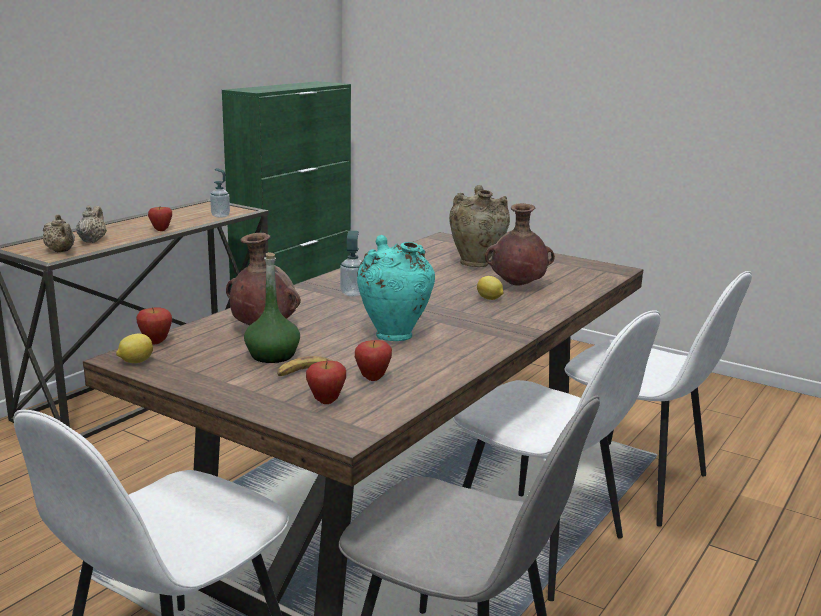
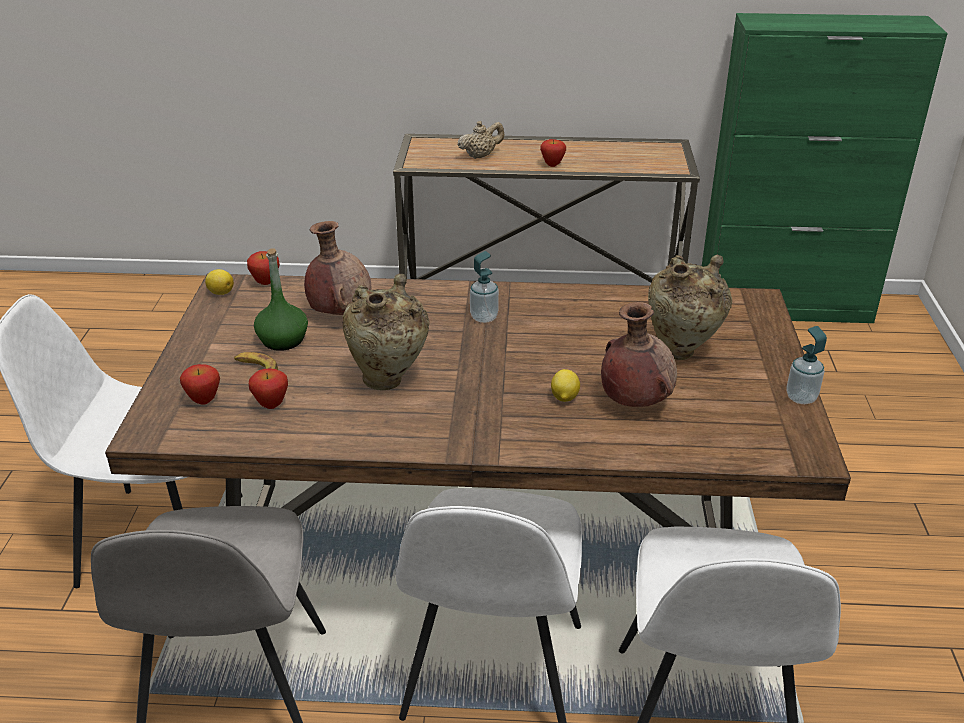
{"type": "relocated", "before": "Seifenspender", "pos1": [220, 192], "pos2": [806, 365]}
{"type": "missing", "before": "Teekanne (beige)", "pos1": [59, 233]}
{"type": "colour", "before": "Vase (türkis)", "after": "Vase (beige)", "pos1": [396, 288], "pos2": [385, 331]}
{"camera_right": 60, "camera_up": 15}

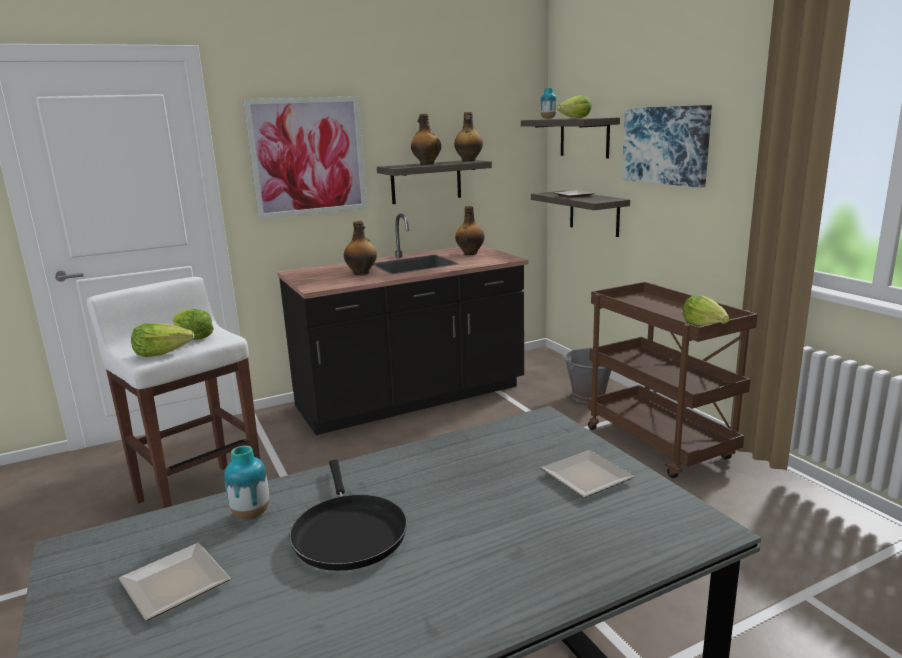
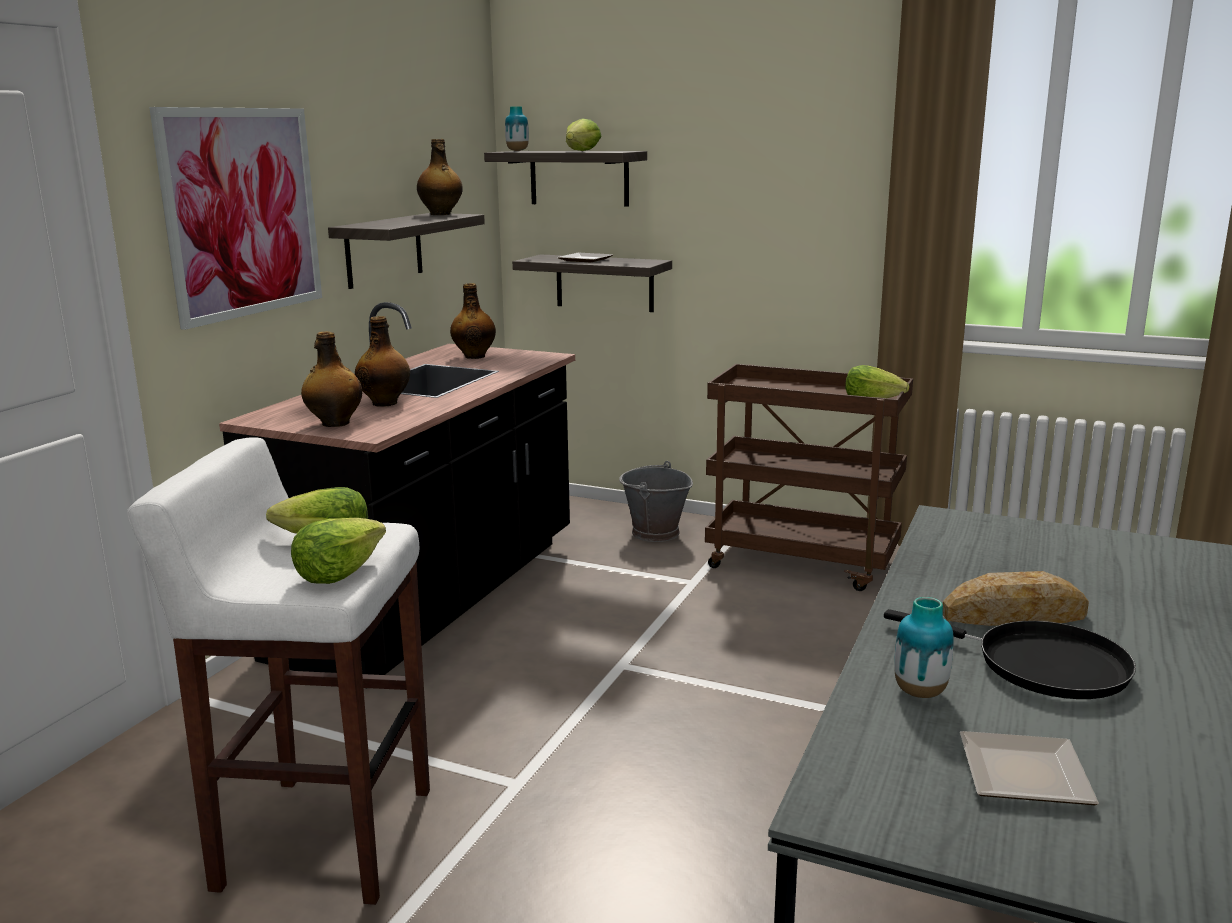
{"type": "missing", "before": "Bild", "pos1": [667, 146]}
{"type": "relocated", "before": "Flasche", "pos1": [426, 139], "pos2": [331, 379]}
{"type": "missing", "before": "Teller", "pos1": [588, 474]}
{"type": "appeared", "after": "Brot", "pos2": [1016, 598]}
{"camera_right": -40, "camera_up": 0}

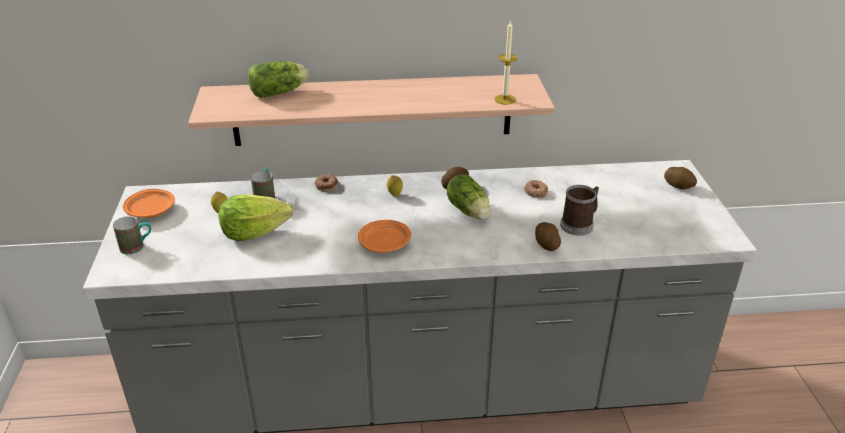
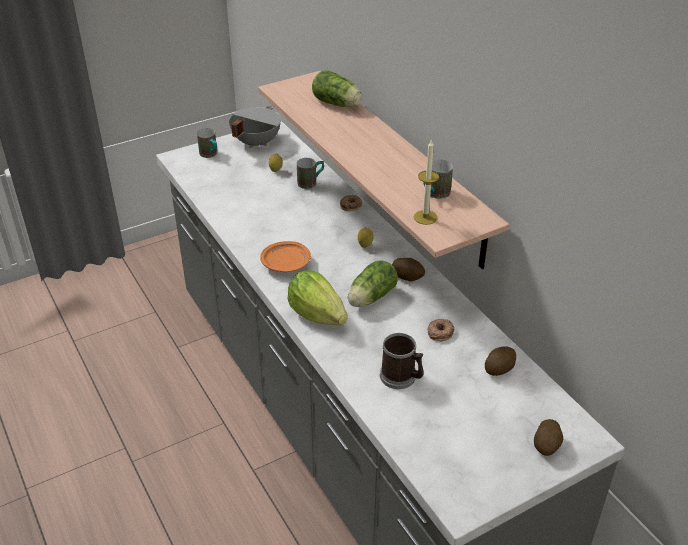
{"type": "exchanged", "before": "Teller (orange)", "after": "Kochtopf (grau)", "pos1": [149, 203], "pos2": [255, 126]}
{"type": "relocated", "before": "Salatkopf", "pos1": [256, 218], "pos2": [318, 297]}
{"type": "relocated", "before": "Kartoffel", "pos1": [548, 236], "pos2": [500, 361]}
{"type": "appeared", "after": "Henkelbecher", "pos2": [438, 179]}
{"camera_right": 65, "camera_up": 5}

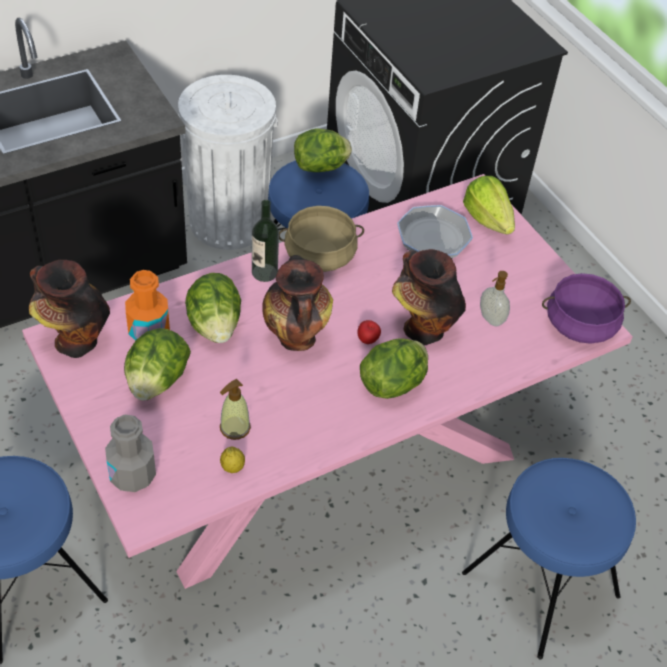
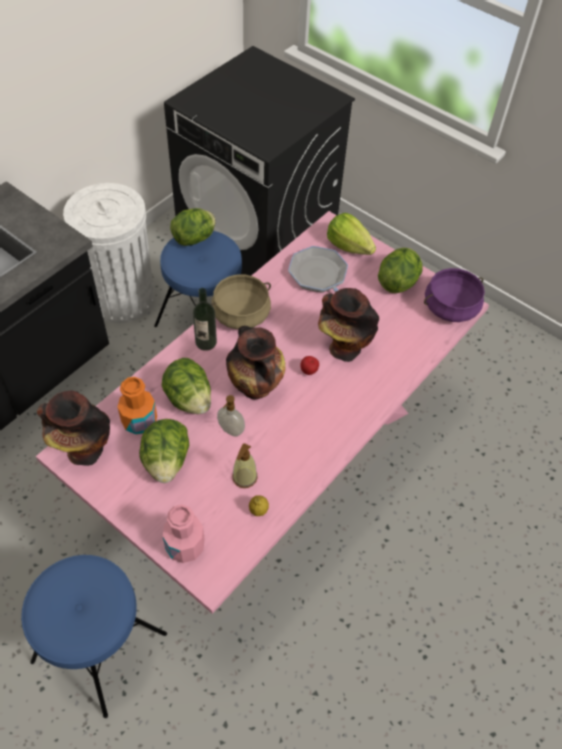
{"type": "relocated", "before": "Seifenspender", "pos1": [495, 299], "pos2": [231, 415]}
{"type": "relocated", "before": "Salatkopf", "pos1": [394, 368], "pos2": [400, 270]}
{"type": "colour", "before": "Flasche (grau)", "after": "Flasche (rosa)", "pos1": [130, 453], "pos2": [184, 533]}
{"type": "missing", "before": "Hocker (blau)", "pos1": [549, 558]}
{"camera_right": -20, "camera_up": 5}

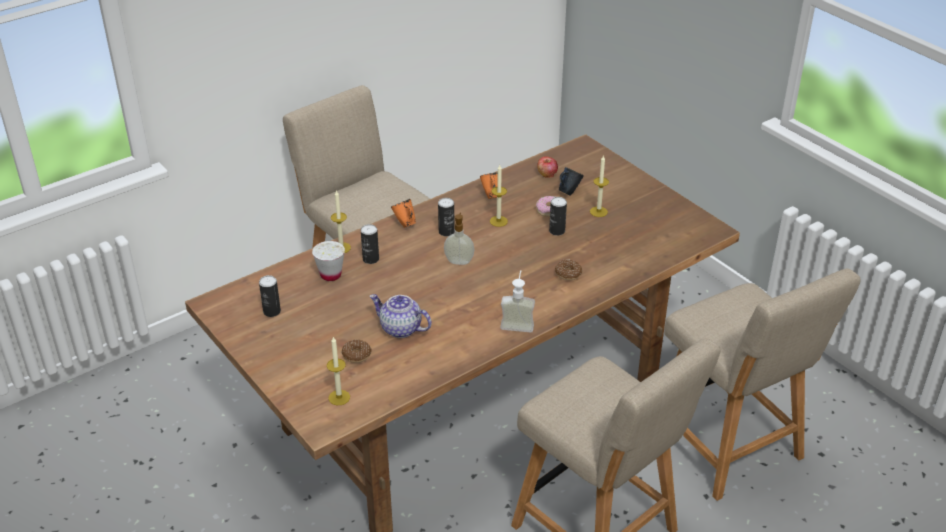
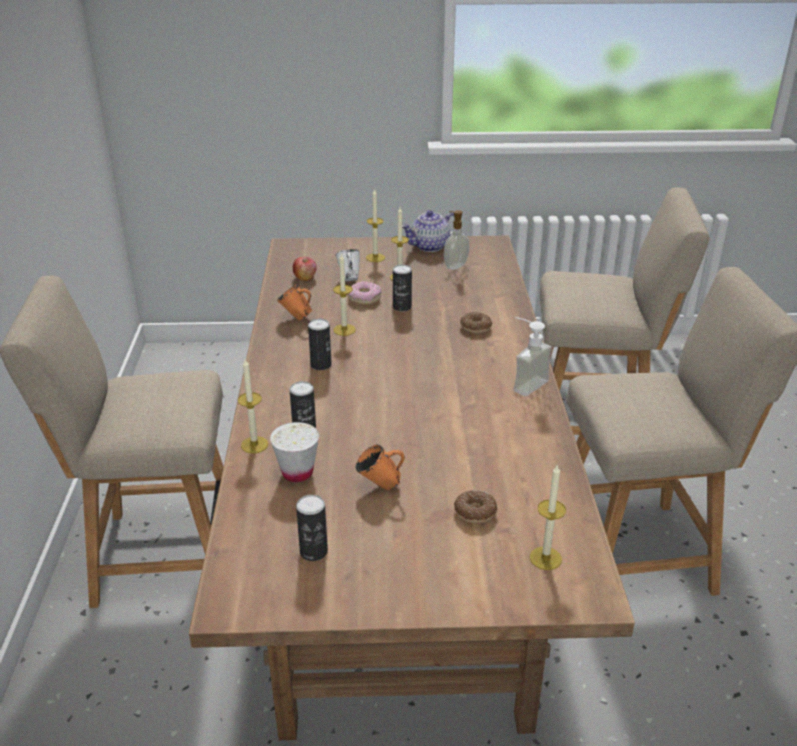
{"type": "colour", "before": "Henkelbecher (blau)", "after": "Henkelbecher (weiß)", "pos1": [571, 181], "pos2": [348, 265]}
{"type": "relocated", "before": "Henkelbecher (orange)", "pos1": [403, 213], "pos2": [380, 467]}
{"type": "relocated", "before": "Seifenspender", "pos1": [459, 239], "pos2": [456, 240]}
{"type": "relocated", "before": "Teekanne", "pos1": [401, 316], "pos2": [428, 231]}
{"type": "appeared", "after": "Kerze", "pos2": [375, 225]}
{"camera_right": -55, "camera_up": -5}

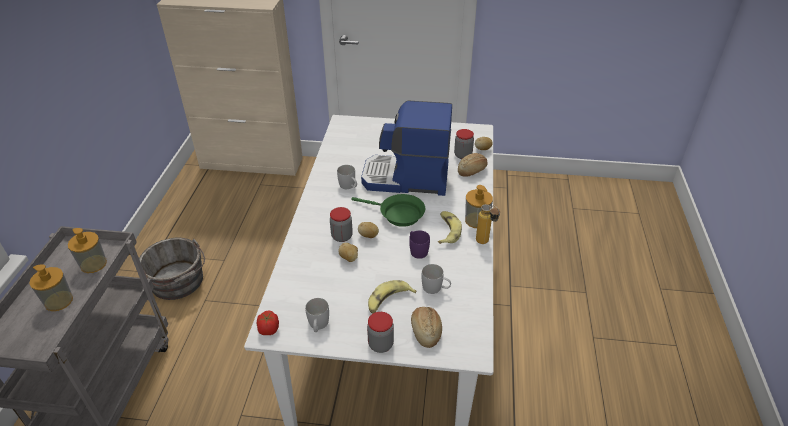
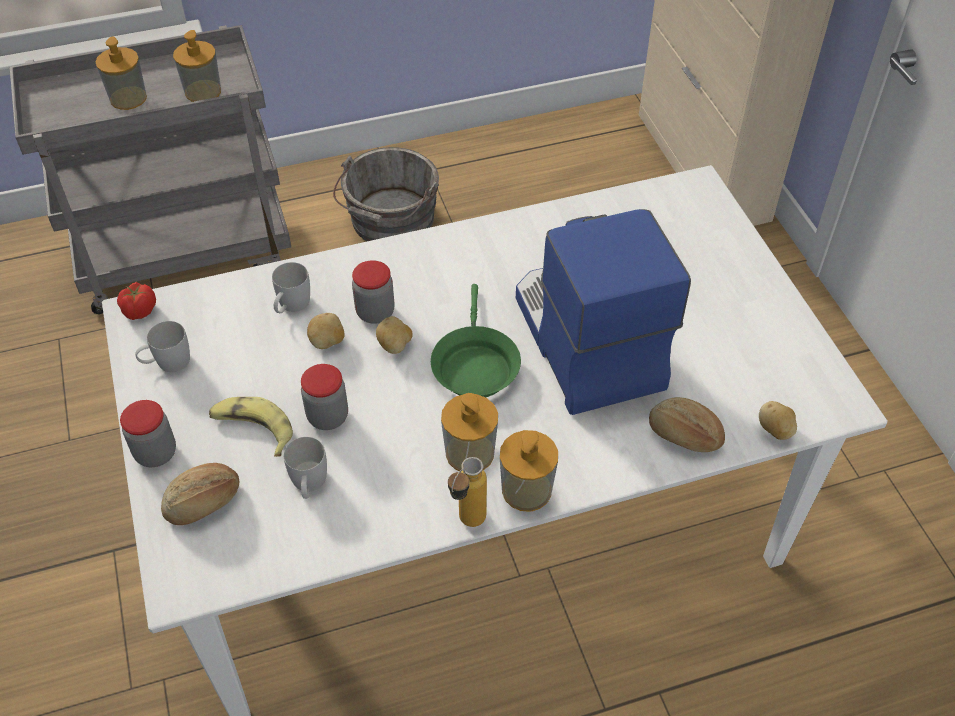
{"type": "relocated", "before": "Vorratsglas", "pos1": [464, 144], "pos2": [324, 397]}
{"type": "relocated", "before": "Henkelbecher (weiß)", "pos1": [347, 177], "pos2": [291, 287]}
{"type": "exchanged", "before": "Banane", "after": "Seifenspender", "pos1": [450, 227], "pos2": [469, 432]}
{"type": "missing", "before": "Henkelbecher (lila)", "pos1": [419, 244]}
{"camera_right": 65, "camera_up": 10}

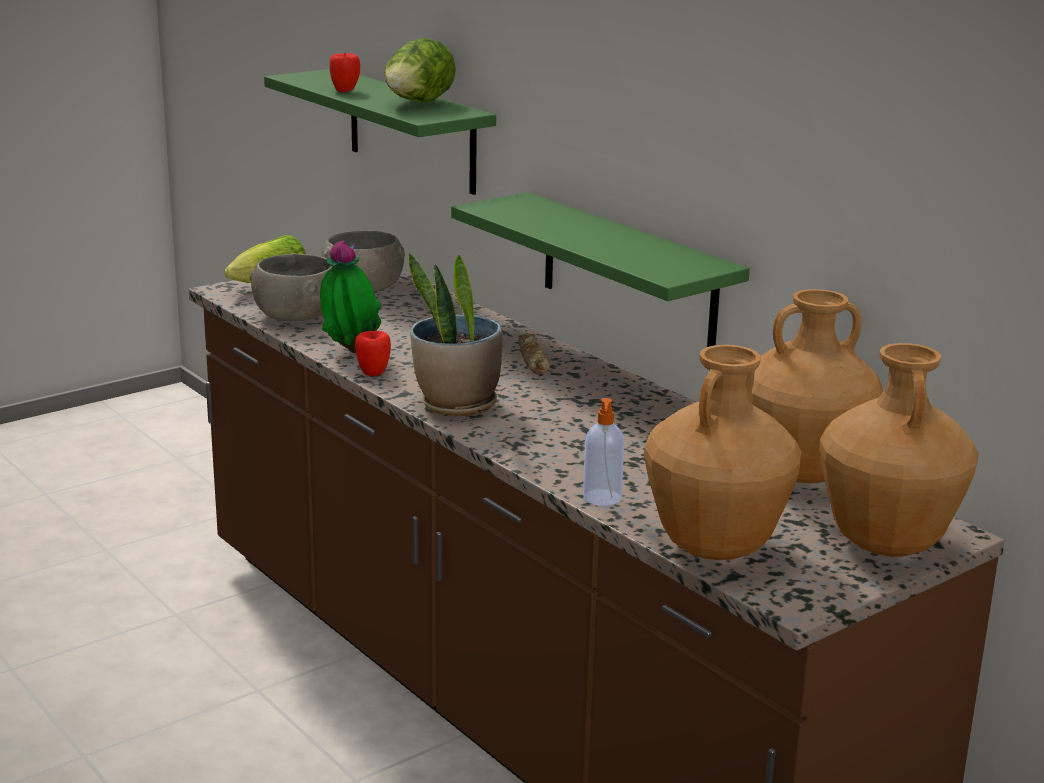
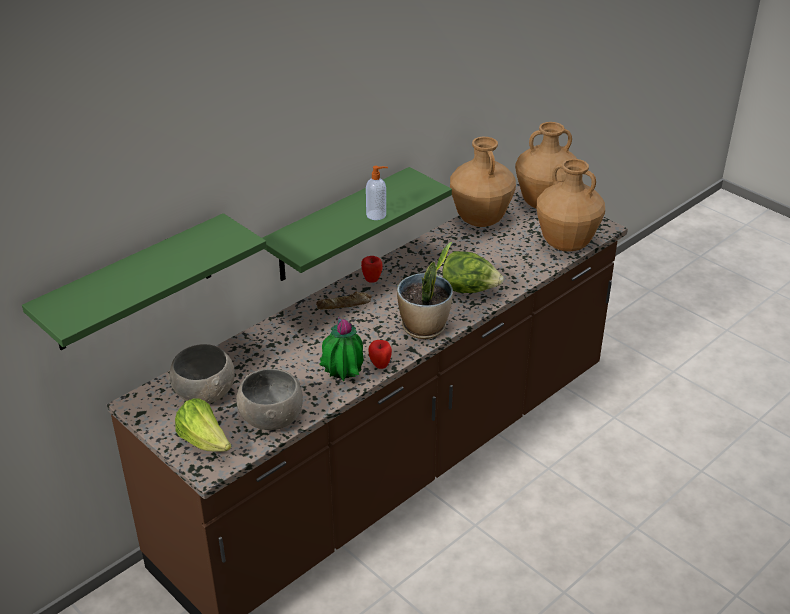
{"type": "relocated", "before": "Salatkopf", "pos1": [420, 70], "pos2": [473, 272]}
{"type": "relocated", "before": "Apfel", "pos1": [345, 72], "pos2": [372, 269]}
{"type": "relocated", "before": "Seifenspender", "pos1": [603, 452], "pos2": [377, 193]}
{"camera_right": -95, "camera_up": 15}

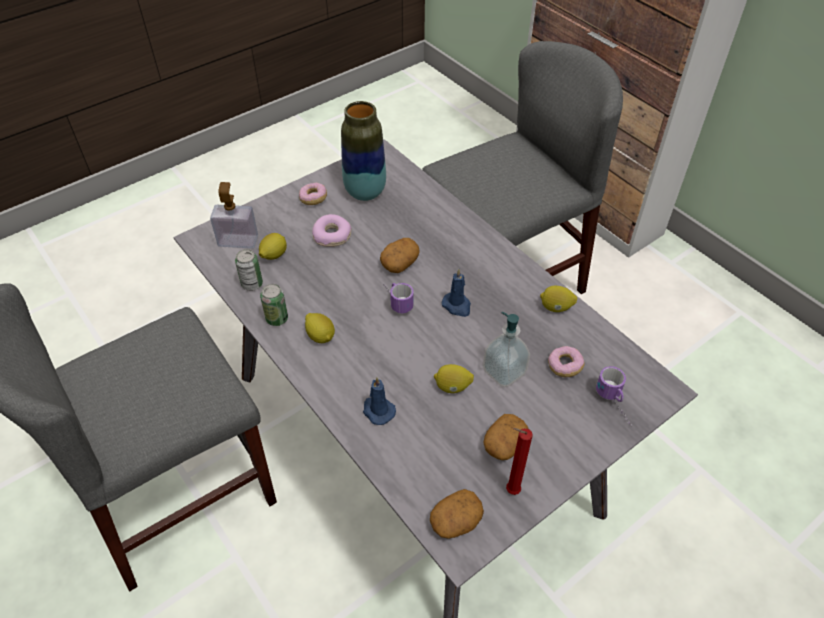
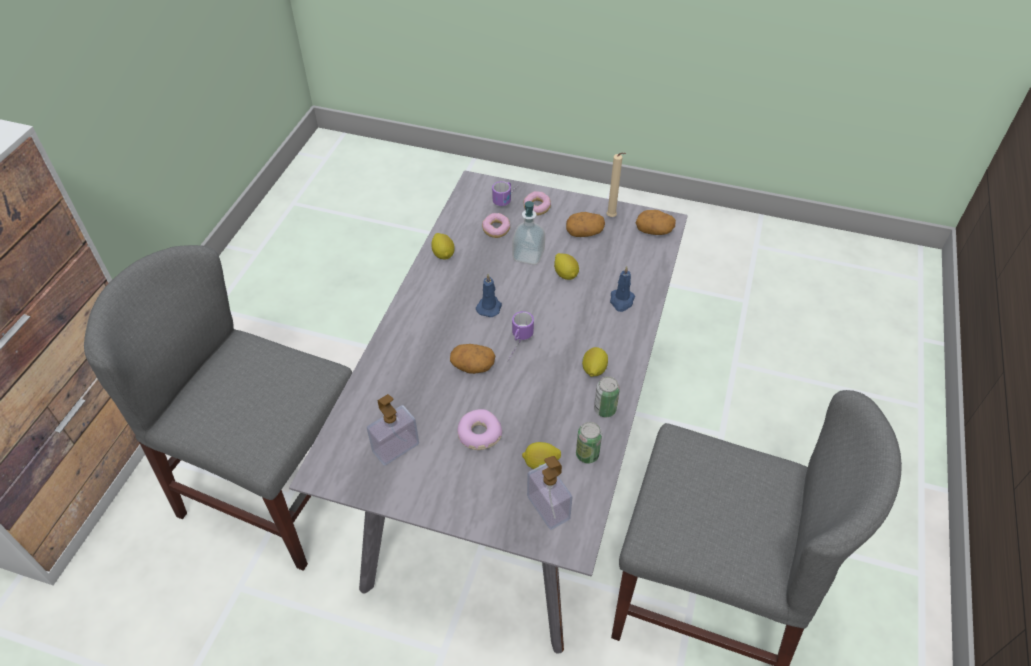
{"type": "exchanged", "before": "Vase", "after": "Seifenspender", "pos1": [363, 151], "pos2": [393, 430]}
{"type": "relocated", "before": "Donut", "pos1": [313, 194], "pos2": [537, 203]}
{"type": "colour", "before": "Kerze (rot)", "after": "Kerze (beige)", "pos1": [519, 461], "pos2": [616, 184]}
{"camera_right": -125, "camera_up": 0}

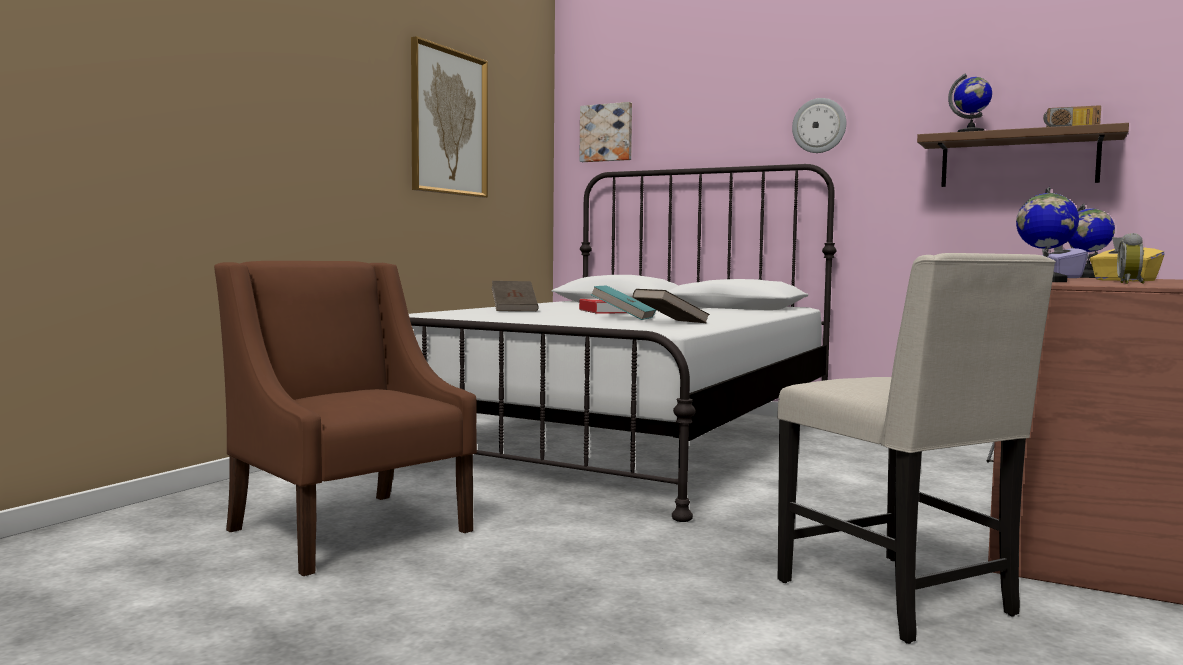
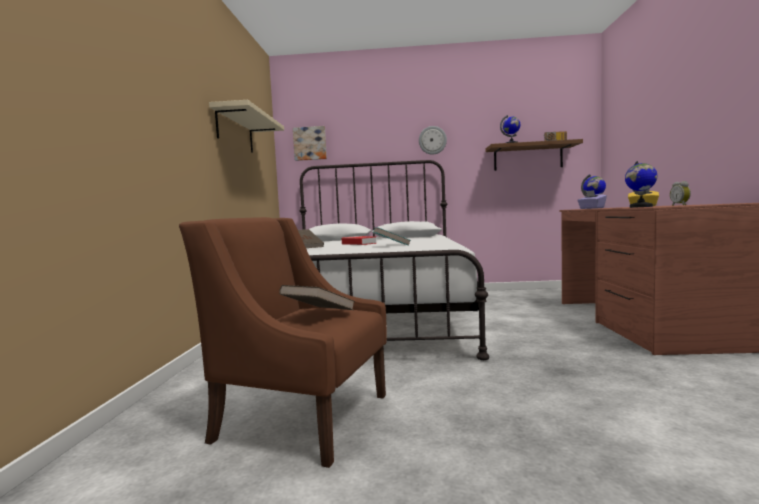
{"type": "exchanged", "before": "Bild", "after": "Wandregal (beige)", "pos1": [449, 117], "pos2": [246, 126]}
{"type": "missing", "before": "Stuhl (beige)", "pos1": [916, 448]}
{"type": "relocated", "before": "Buch (braun)", "pos1": [671, 306], "pos2": [317, 297]}
{"camera_right": -25, "camera_up": 0}

